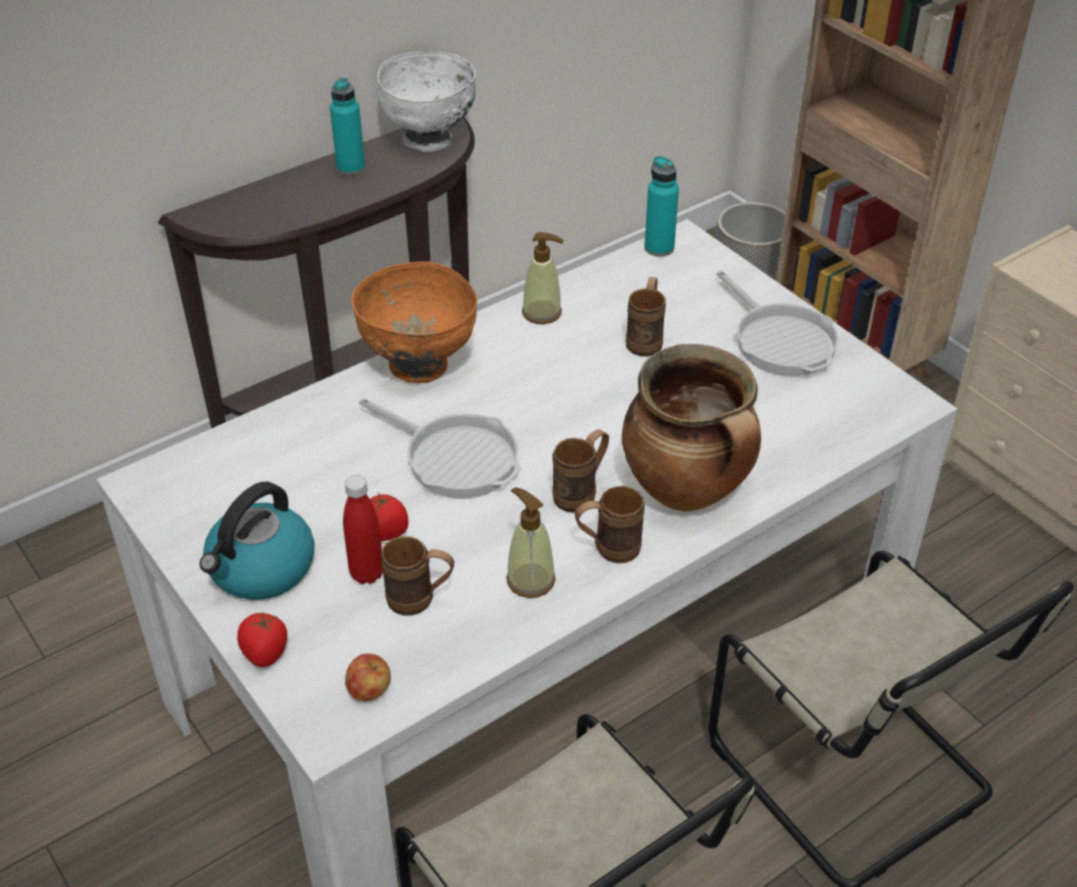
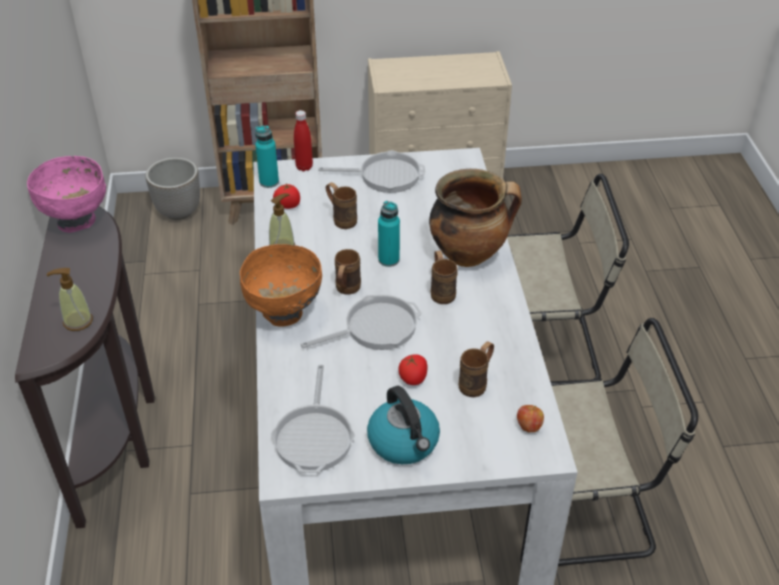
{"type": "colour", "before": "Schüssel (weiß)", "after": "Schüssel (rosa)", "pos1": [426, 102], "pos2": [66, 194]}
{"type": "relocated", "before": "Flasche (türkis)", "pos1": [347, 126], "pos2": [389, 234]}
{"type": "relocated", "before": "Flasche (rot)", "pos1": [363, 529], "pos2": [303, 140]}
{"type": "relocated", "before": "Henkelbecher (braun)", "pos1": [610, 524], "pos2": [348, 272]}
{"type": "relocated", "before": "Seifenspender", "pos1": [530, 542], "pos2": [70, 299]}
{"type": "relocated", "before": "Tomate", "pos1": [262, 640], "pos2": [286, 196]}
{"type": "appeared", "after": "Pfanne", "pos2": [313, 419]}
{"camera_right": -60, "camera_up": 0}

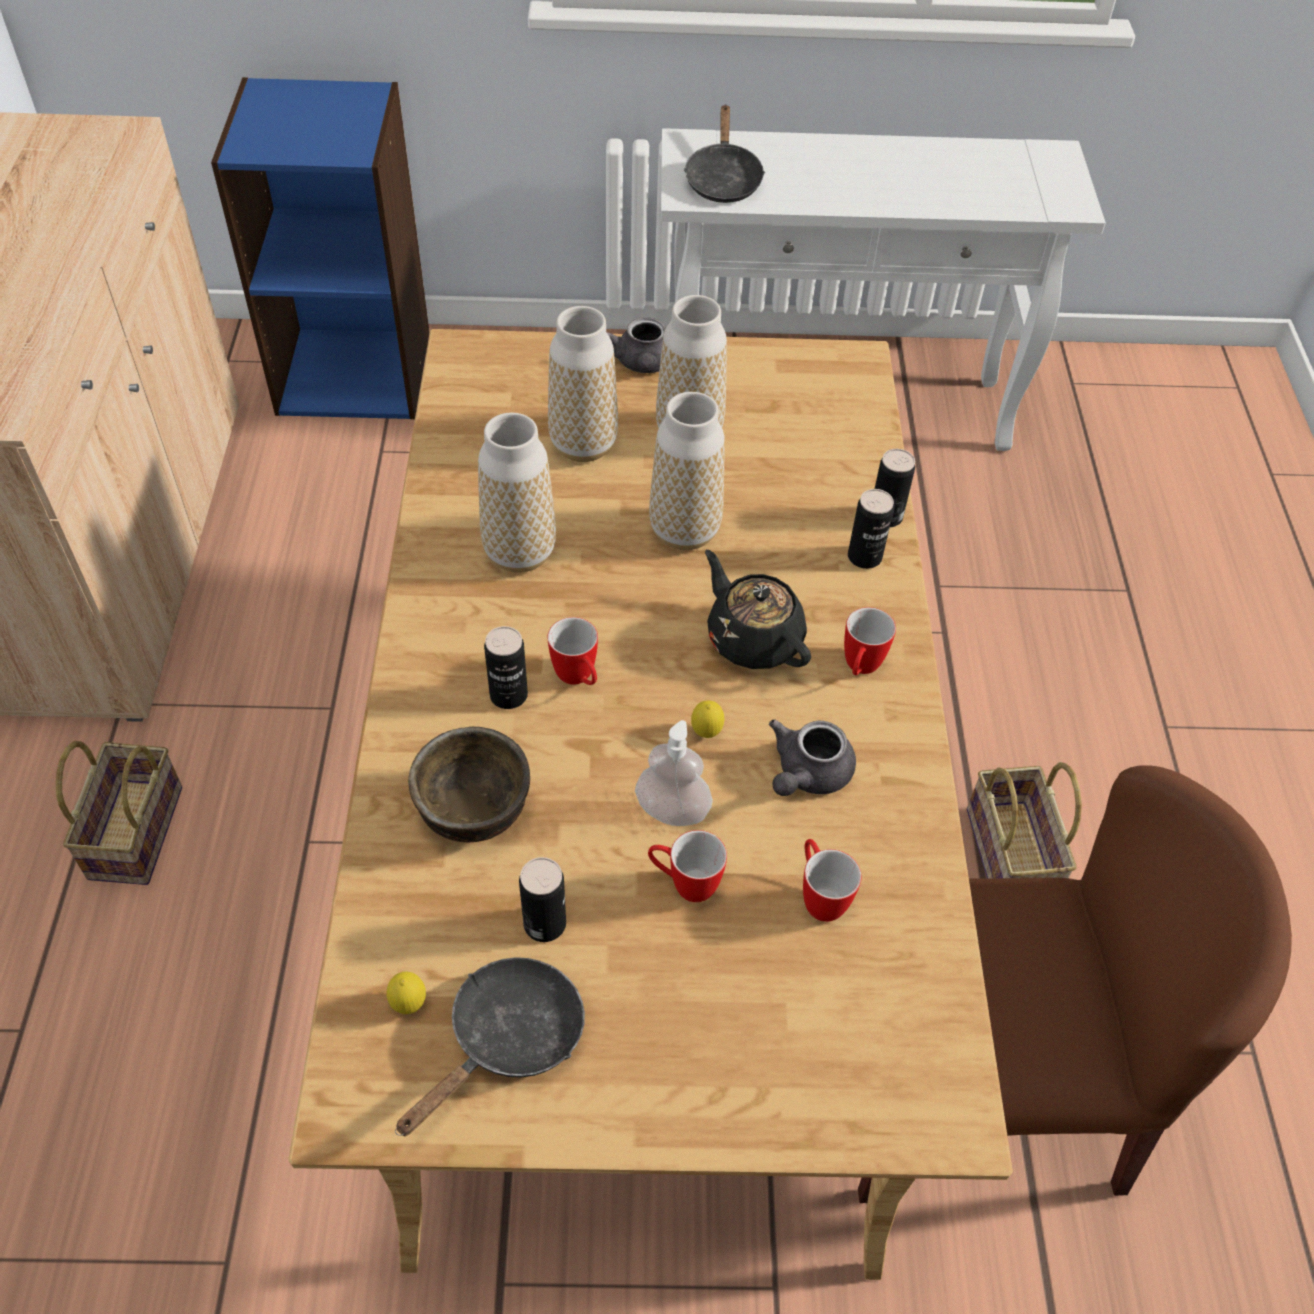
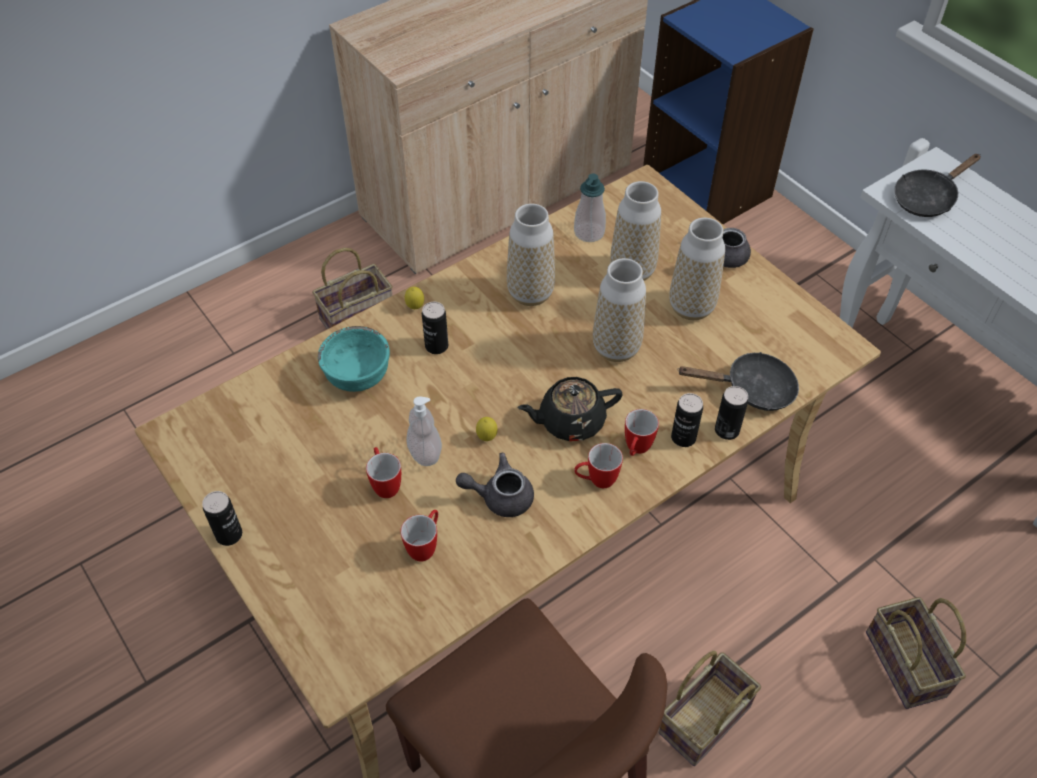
{"type": "spun", "before": "Teekanne (schwarz)", "pos1": [758, 609], "pos2": [570, 409], "turn": -120}
{"type": "relocated", "before": "Henkelbecher", "pos1": [572, 651], "pos2": [642, 432]}
{"type": "colour", "before": "Schüssel (braun)", "after": "Schüssel (türkis)", "pos1": [469, 784], "pos2": [354, 359]}
{"type": "relocated", "before": "Dose", "pos1": [542, 899], "pos2": [222, 518]}
{"type": "relocated", "before": "Pfanne (schwarz)", "pos1": [490, 1046], "pos2": [738, 381]}
{"type": "relocated", "before": "Zitrone", "pos1": [406, 992], "pos2": [414, 298]}
{"type": "appeared", "after": "Seifenspender", "pos2": [590, 207]}
{"type": "appeared", "after": "Korb", "pos2": [916, 653]}
{"camera_right": 55, "camera_up": 0}

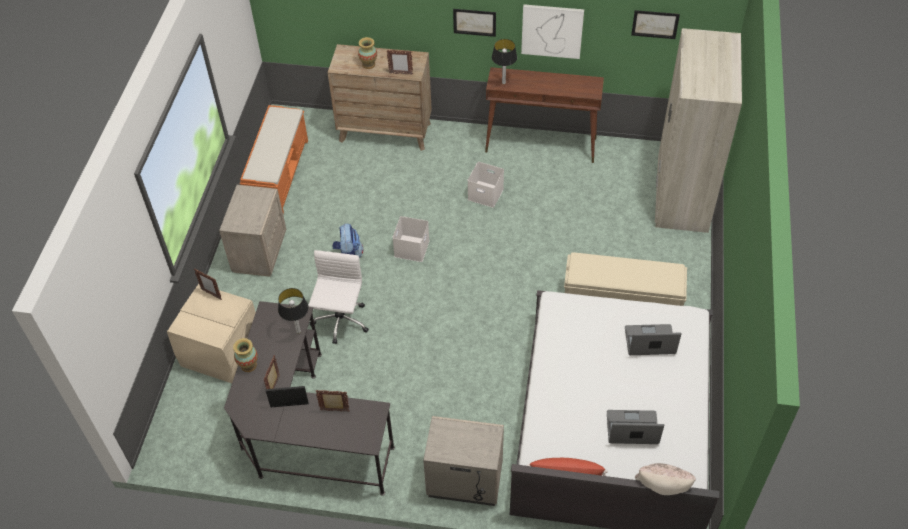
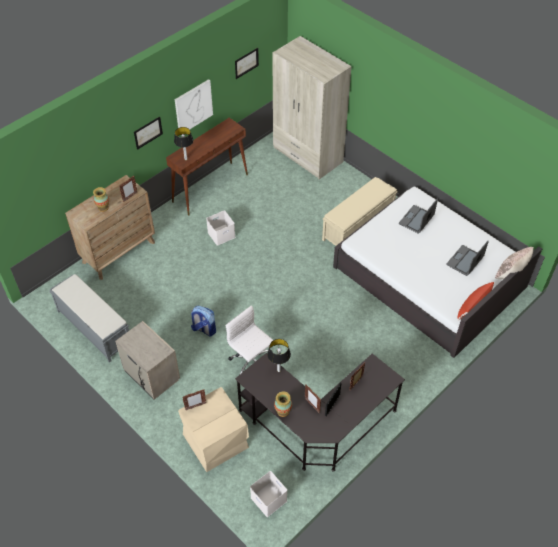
{"type": "colour", "before": "Bank (orange)", "after": "Bank (grau)", "pos1": [274, 159], "pos2": [89, 318]}
{"type": "relocated", "before": "Aufbewahrungsbox (weiß)", "pos1": [411, 239], "pos2": [268, 494]}
{"type": "missing", "before": "Nachttisch (beige)", "pos1": [463, 461]}
{"camera_right": -55, "camera_up": 0}

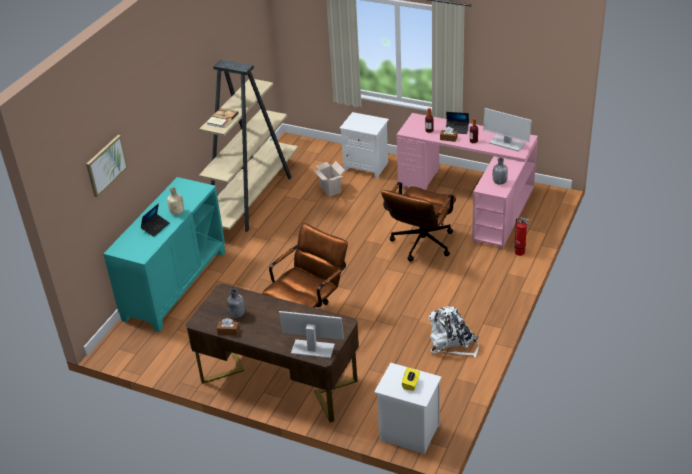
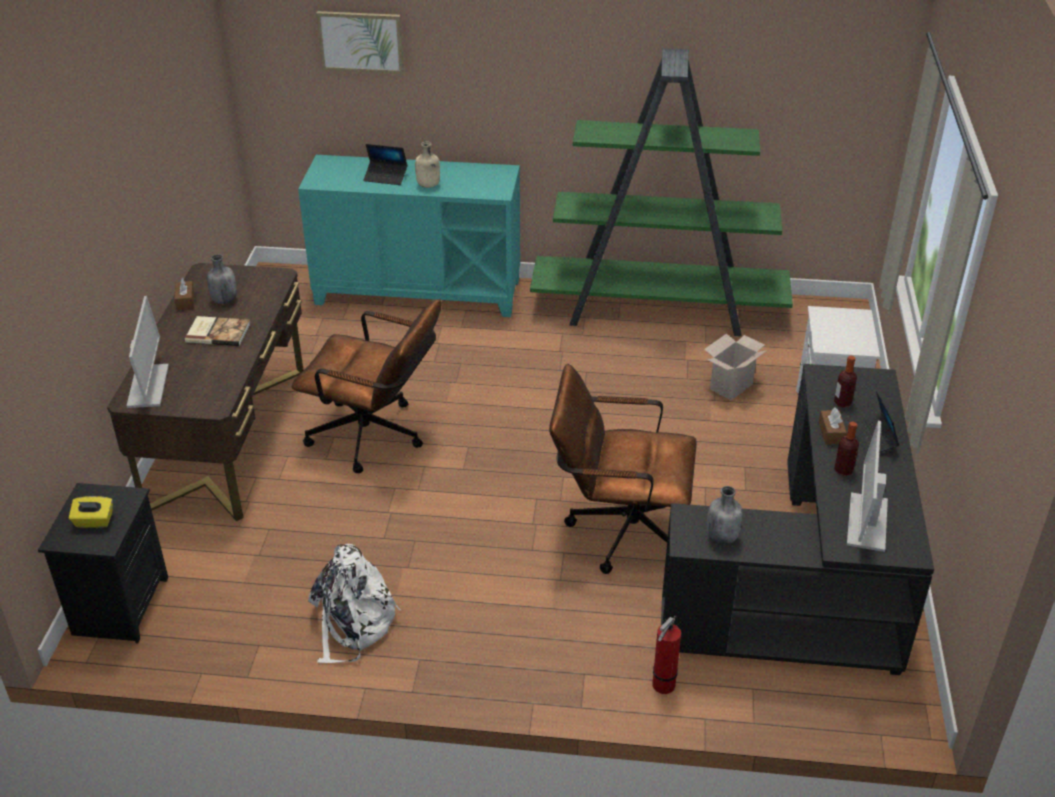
{"type": "colour", "before": "Bücherregal (beige)", "after": "Bücherregal (grün)", "pos1": [248, 145], "pos2": [661, 192]}
{"type": "relocated", "before": "Buch", "pos1": [223, 118], "pos2": [217, 331]}
{"type": "colour", "before": "Schreibtisch (rosa)", "after": "Schreibtisch (schwarz)", "pos1": [467, 181], "pos2": [797, 519]}
{"type": "colour", "before": "Nachttisch (weiß)", "after": "Nachttisch (schwarz)", "pos1": [408, 408], "pos2": [103, 563]}
{"camera_right": 70, "camera_up": 0}

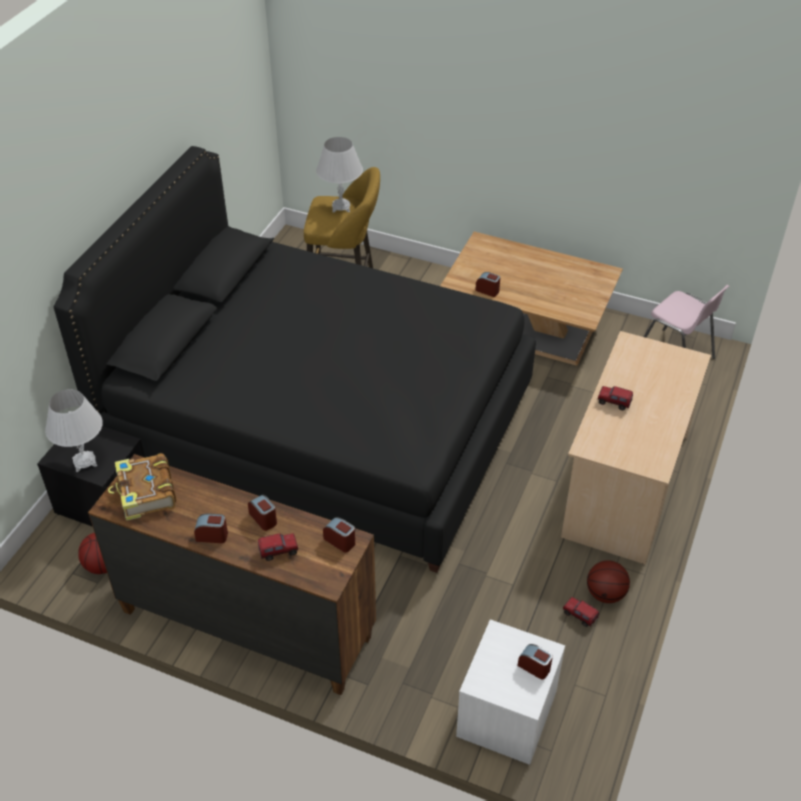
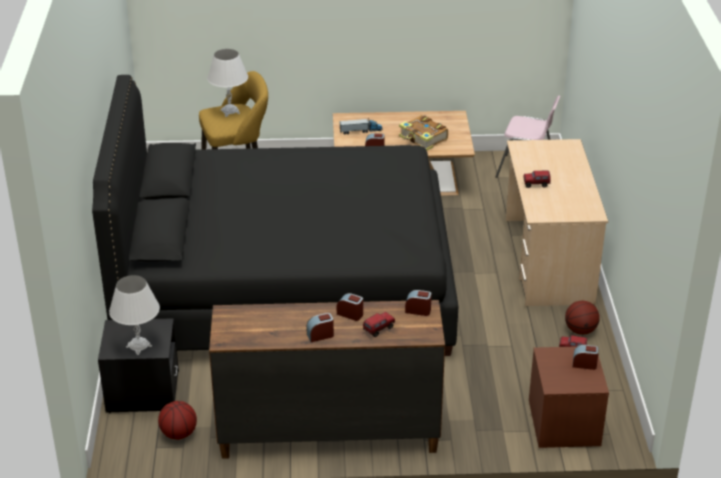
{"type": "relocated", "before": "Buch", "pos1": [142, 487], "pos2": [423, 133]}
{"type": "colour", "before": "Nachttisch (weiß)", "after": "Nachttisch (braun)", "pos1": [510, 692], "pos2": [569, 397]}
{"type": "appeared", "after": "Spielzeuglaster", "pos2": [361, 127]}
{"camera_right": -25, "camera_up": -10}

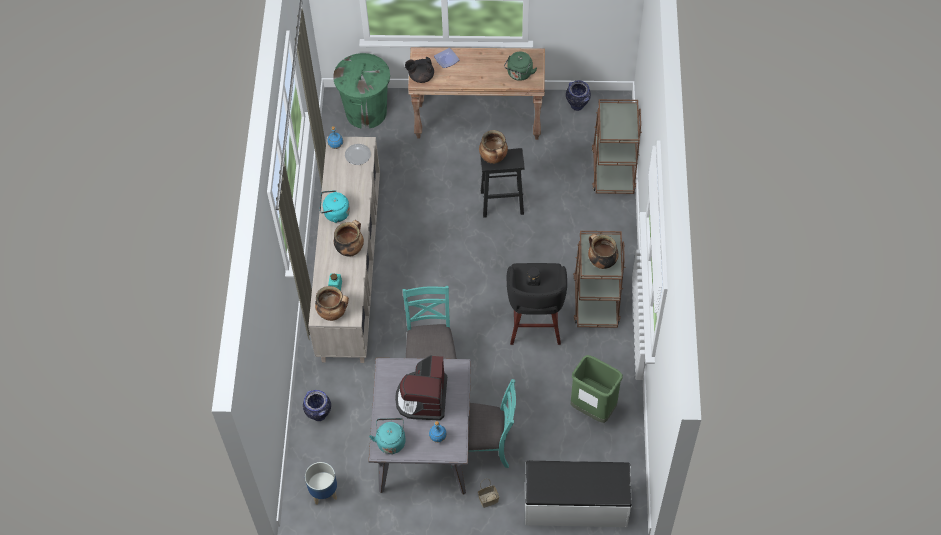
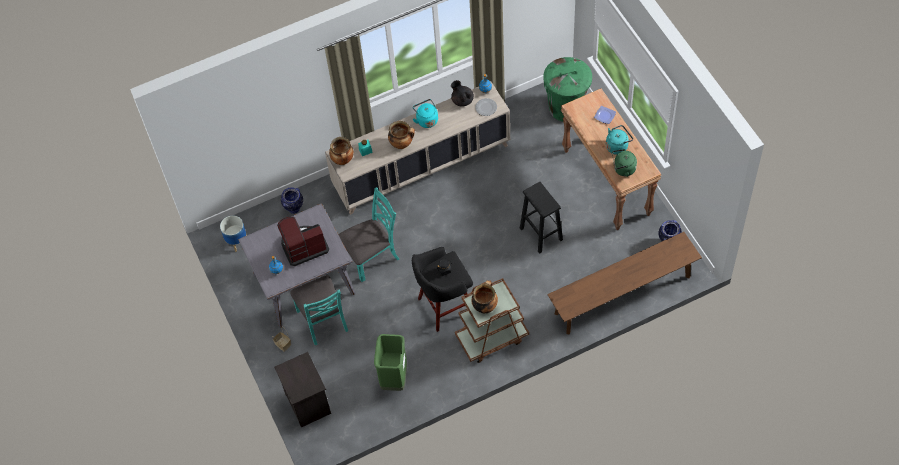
{"type": "relocated", "before": "Teekanne (schwarz)", "pos1": [419, 70], "pos2": [462, 93]}
{"type": "exchanged", "before": "Rollwagen (braun)", "after": "Bank (braun)", "pos1": [617, 146], "pos2": [624, 283]}
{"type": "missing", "before": "Kochtopf", "pos1": [493, 147]}
{"type": "relocated", "before": "Wasserkessel (türkis)", "pos1": [387, 436], "pos2": [619, 140]}
{"type": "exchanged", "before": "Bank (weiß)", "after": "Nachttisch (schwarz)", "pos1": [578, 494], "pos2": [302, 389]}
{"camera_right": 65, "camera_up": 0}

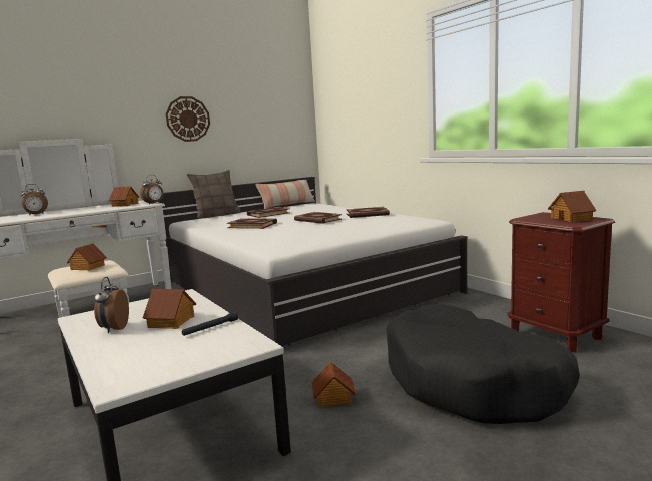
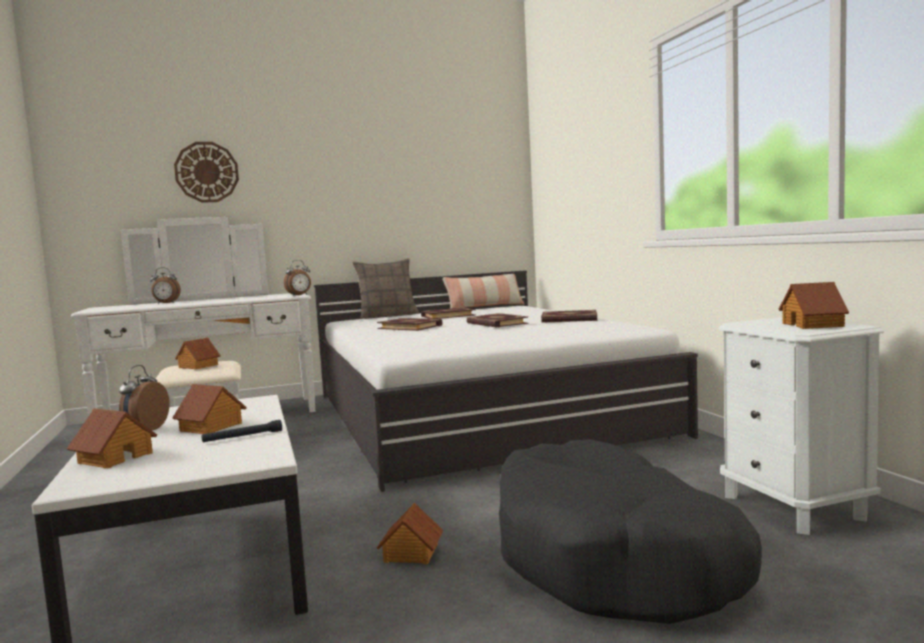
{"type": "relocated", "before": "Wanduhr", "pos1": [188, 119], "pos2": [206, 172]}
{"type": "relocated", "before": "Spielzeughaus", "pos1": [124, 196], "pos2": [112, 438]}
{"type": "colour", "before": "Nachttisch (braun)", "after": "Nachttisch (weiß)", "pos1": [561, 282], "pos2": [801, 426]}
{"camera_right": 15, "camera_up": -5}

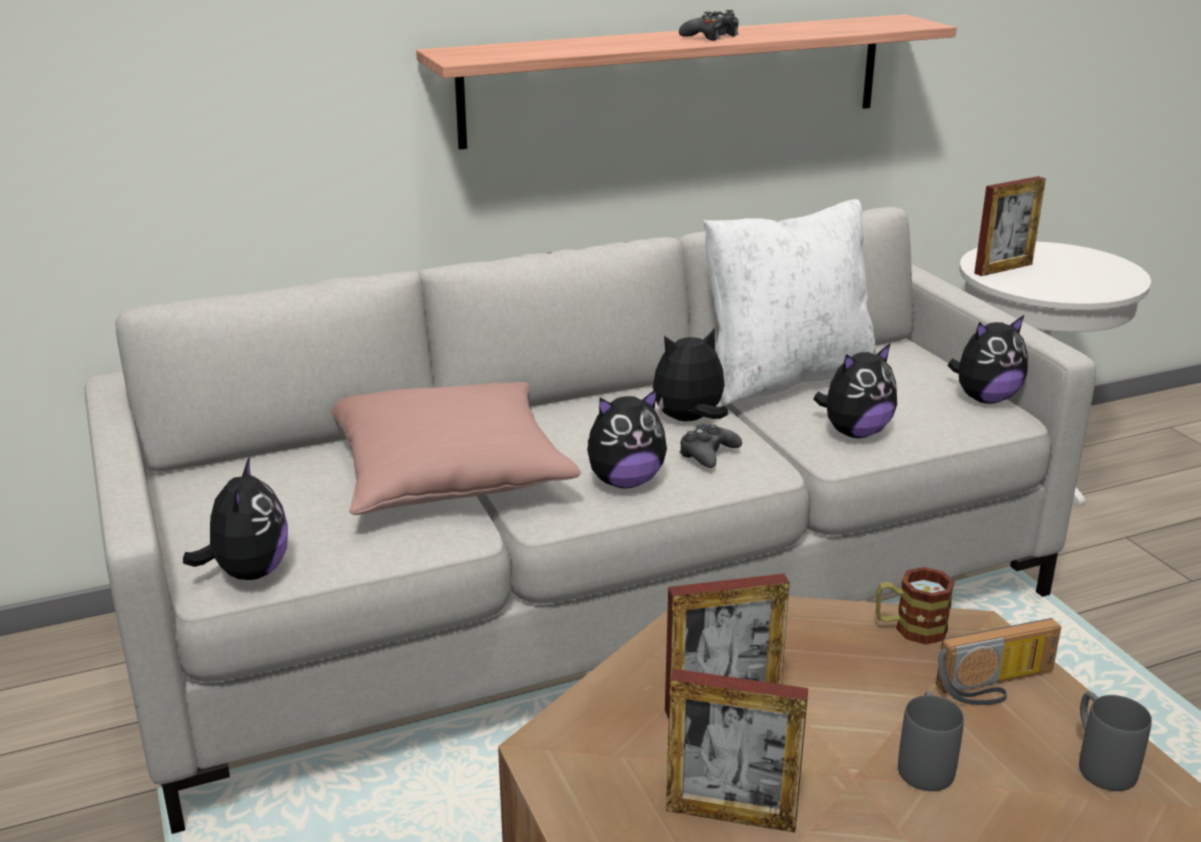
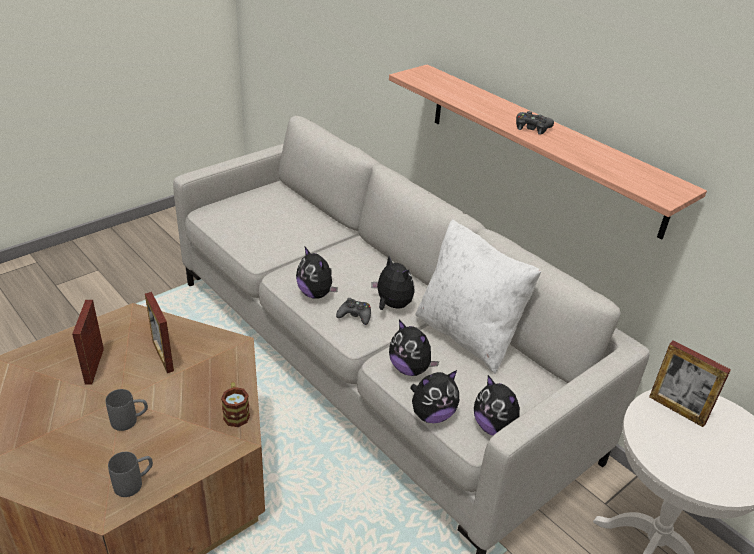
{"type": "missing", "before": "Kissen (rosa)", "pos1": [456, 448]}
{"type": "relocated", "before": "Plüschtier", "pos1": [235, 518], "pos2": [434, 396]}
{"type": "missing", "before": "Radio", "pos1": [998, 661]}
{"camera_right": 70, "camera_up": 10}

